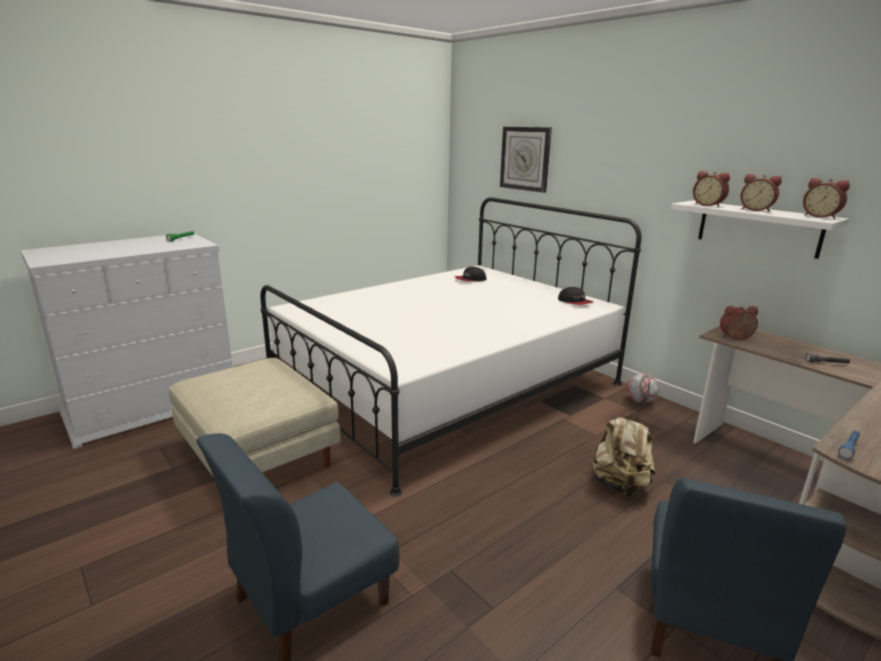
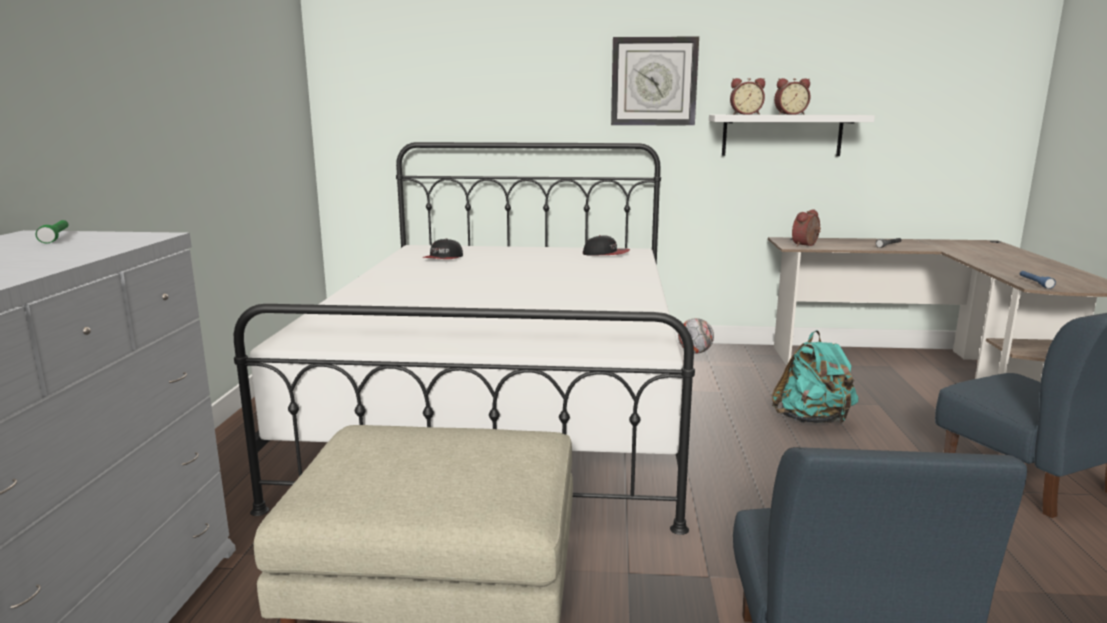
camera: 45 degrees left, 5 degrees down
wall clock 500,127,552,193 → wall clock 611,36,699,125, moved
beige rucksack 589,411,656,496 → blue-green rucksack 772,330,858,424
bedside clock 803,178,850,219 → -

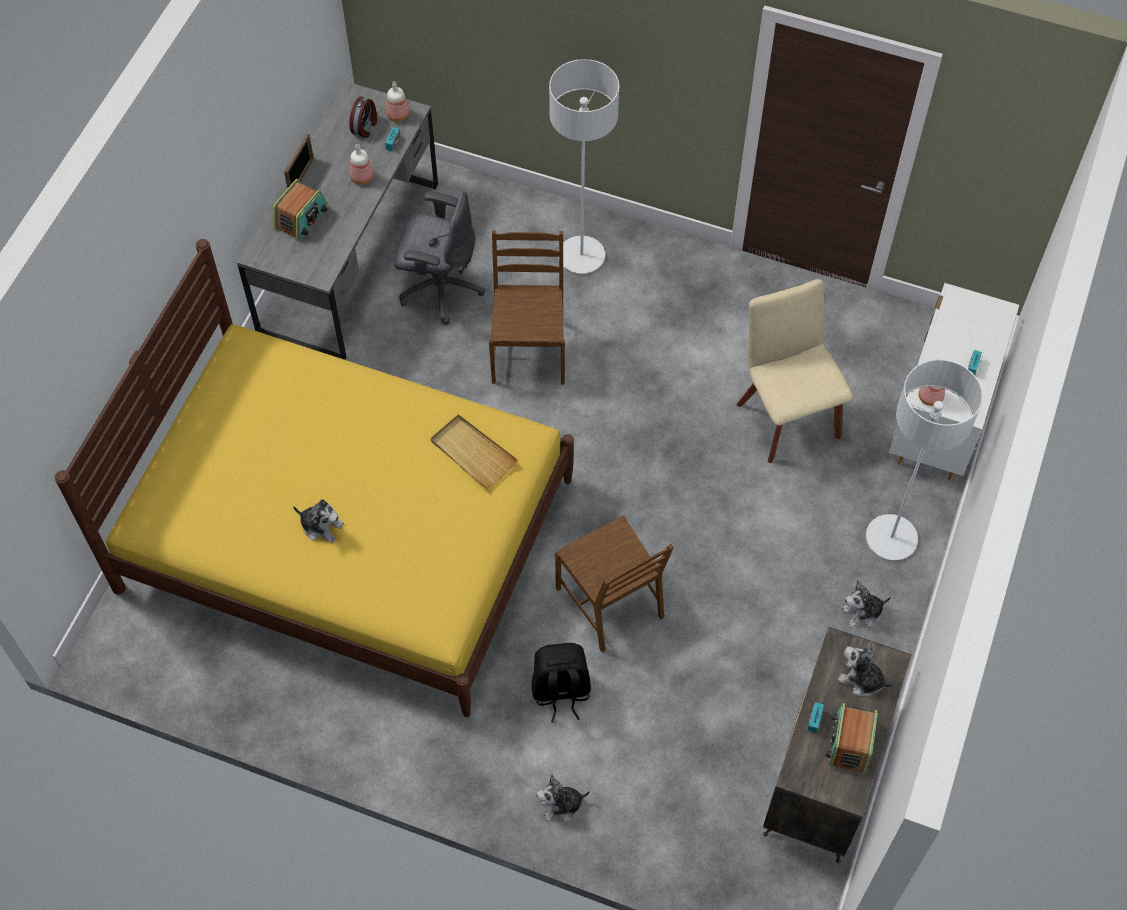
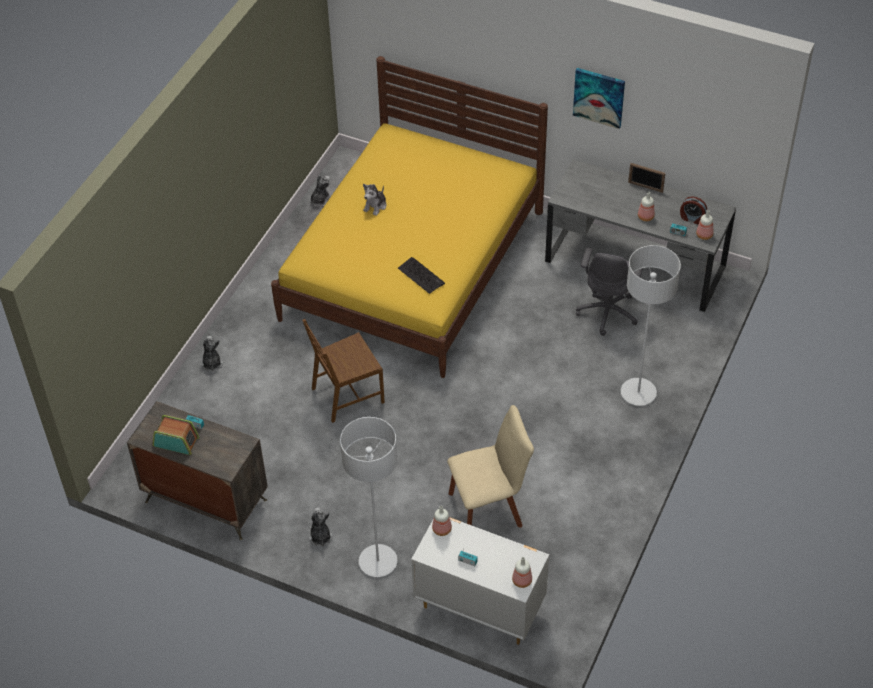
camera: 95 degrees right, 10 degrees down
plush toy 838,641,893,697 → plush toy 310,175,332,207, moved
beige tray 431,414,518,489 → PC keyboard 398,257,445,294
- → bottle 512,557,532,588
- → wall picture 573,68,625,129
radio receiver 273,179,328,242 → -
brown-coloured chair 489,230,565,384 → -
black rucksack 531,643,591,723 → -

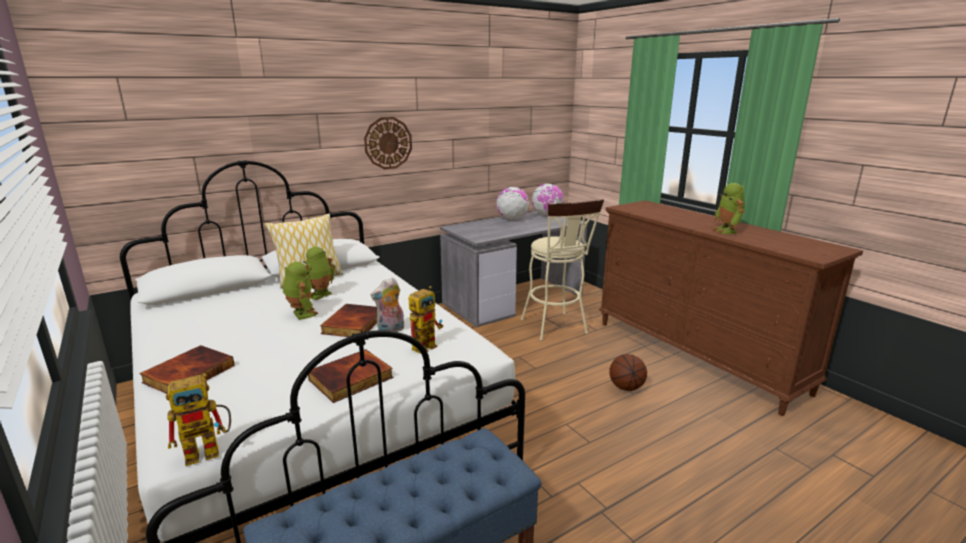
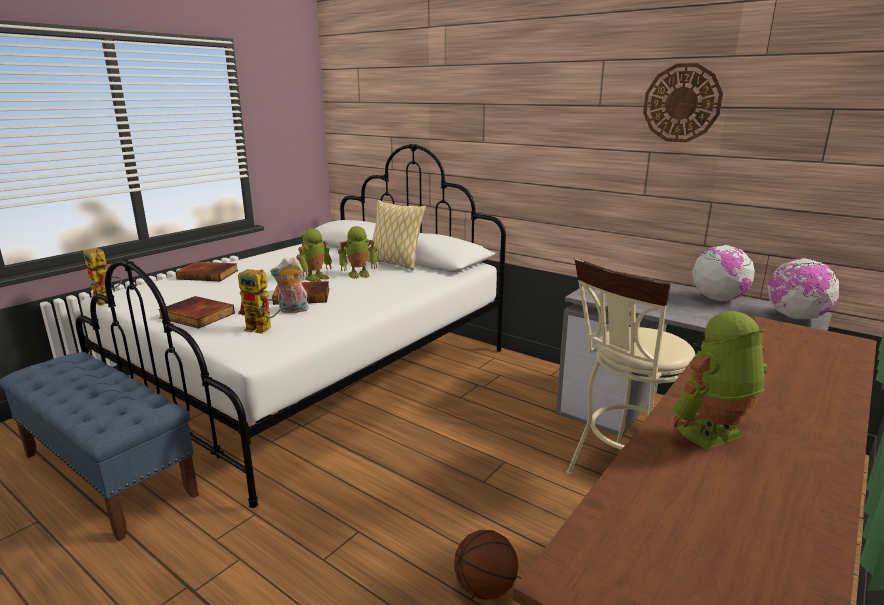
camera: 70 degrees right, 0 degrees up
plush toy 371,277,404,332 → plush toy 270,257,310,314, 45 degrees counterclockwise
model robot 303,247,335,300 → model robot 338,226,378,279, 150 degrees clockwise
wall clock 364,117,412,169 → wall clock 643,63,723,142, moved

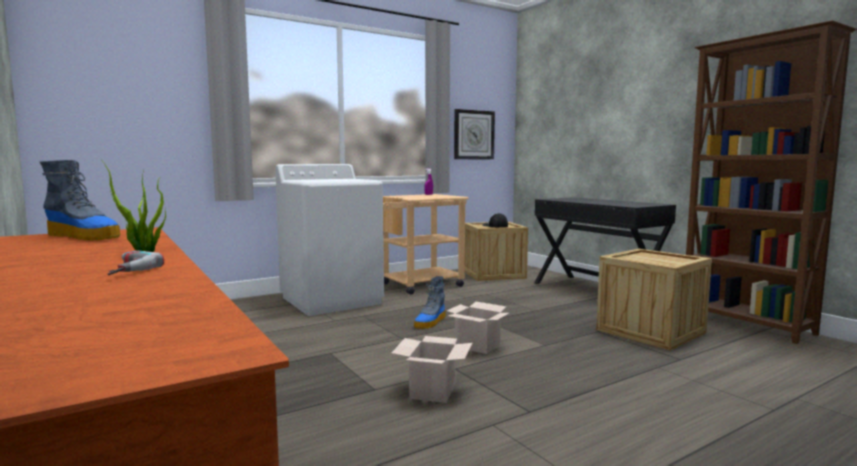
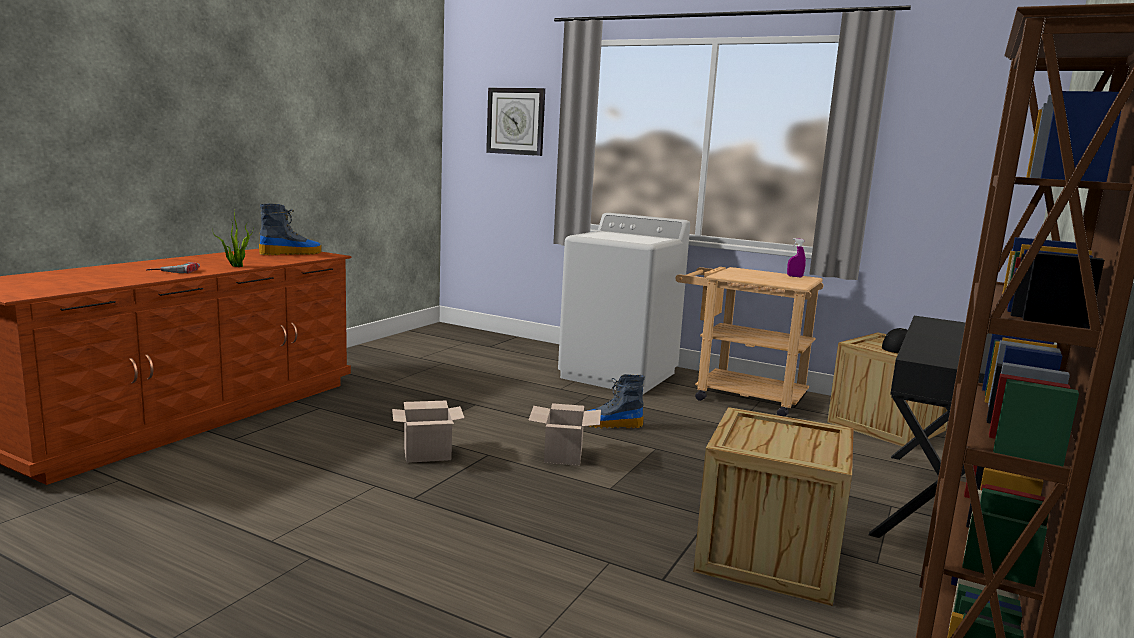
camera: 60 degrees right, 5 degrees up
boot 40,160,121,241 → boot 259,204,322,255, 120 degrees counterclockwise
wall clock 454,109,495,159 → wall clock 486,88,545,156, moved

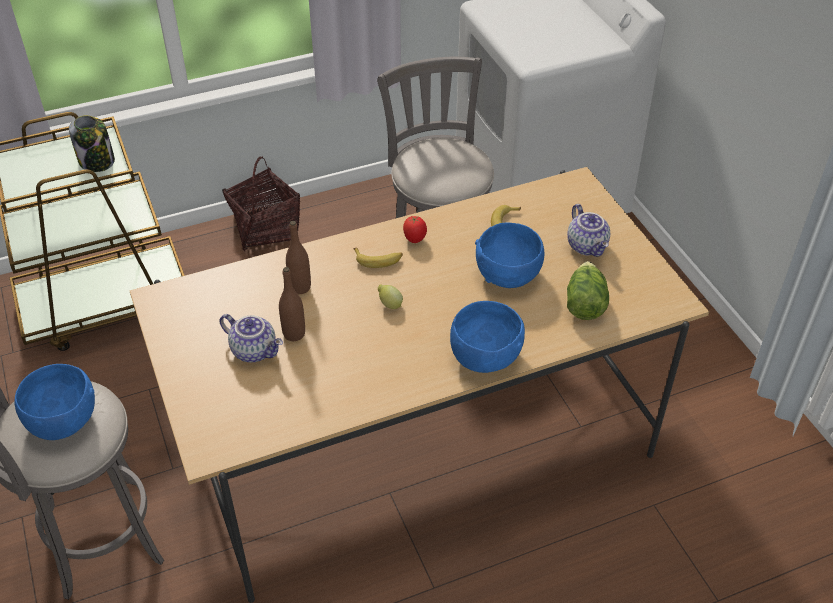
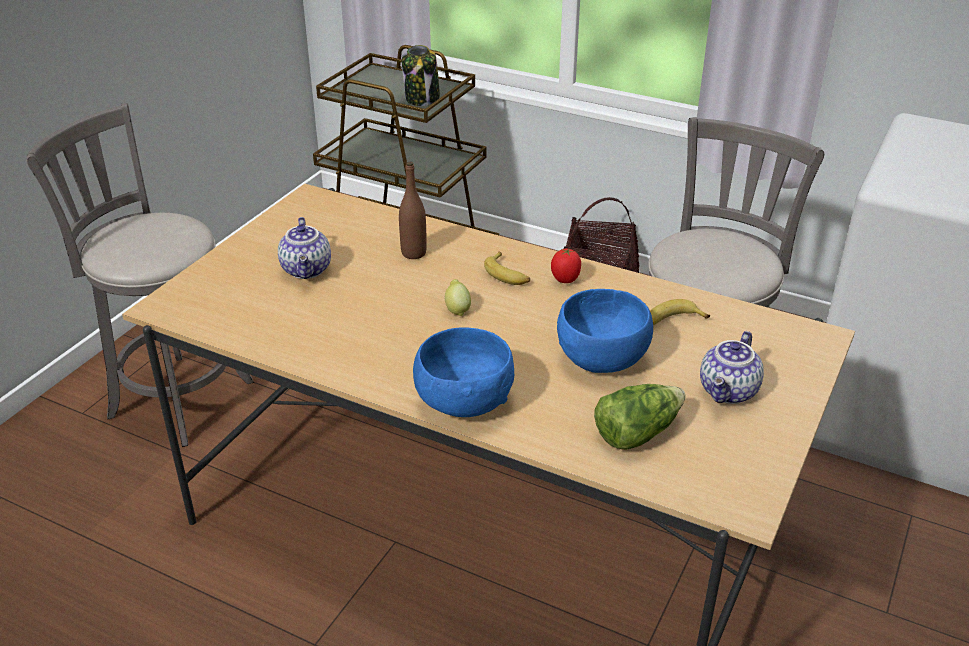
camera: 50 degrees right, 10 degrees down
blue-coloured bowl 15,364,95,440 → -
brown-coloured bottle 279,267,305,341 → -

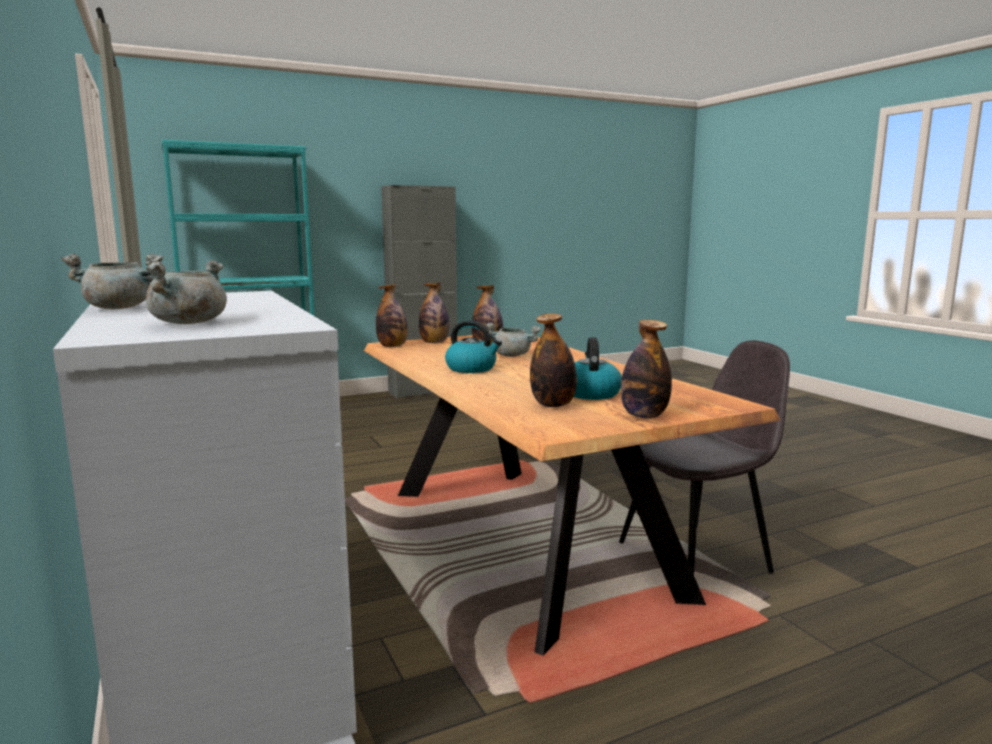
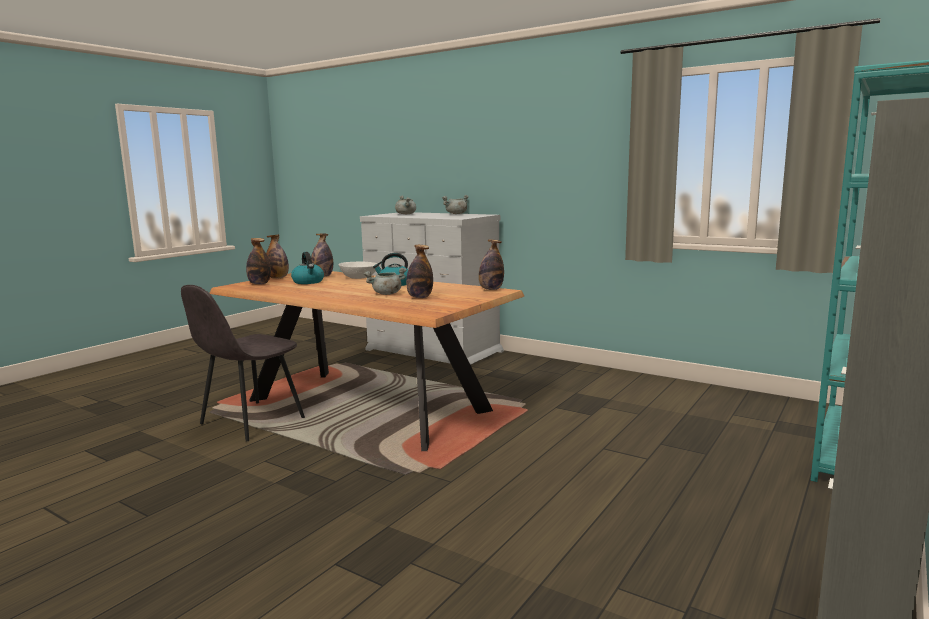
camera: 150 degrees right, 0 degrees up
bottle 419,283,450,343 → bottle 246,238,271,285, moved
- → white bowl 338,262,378,279

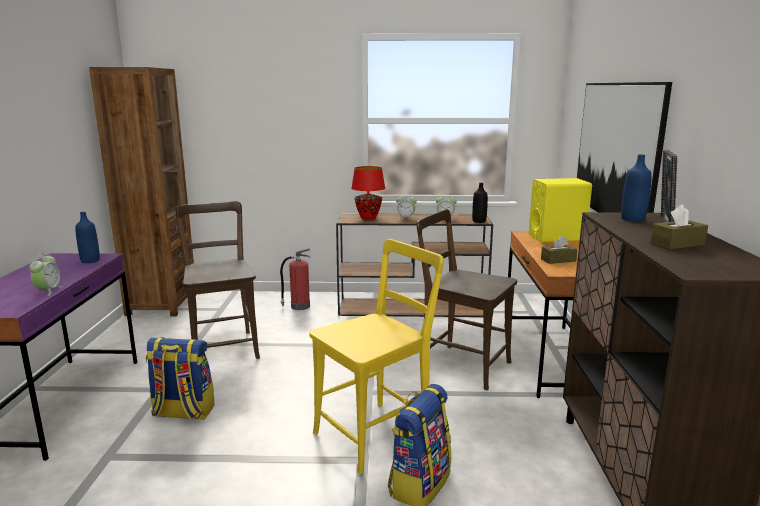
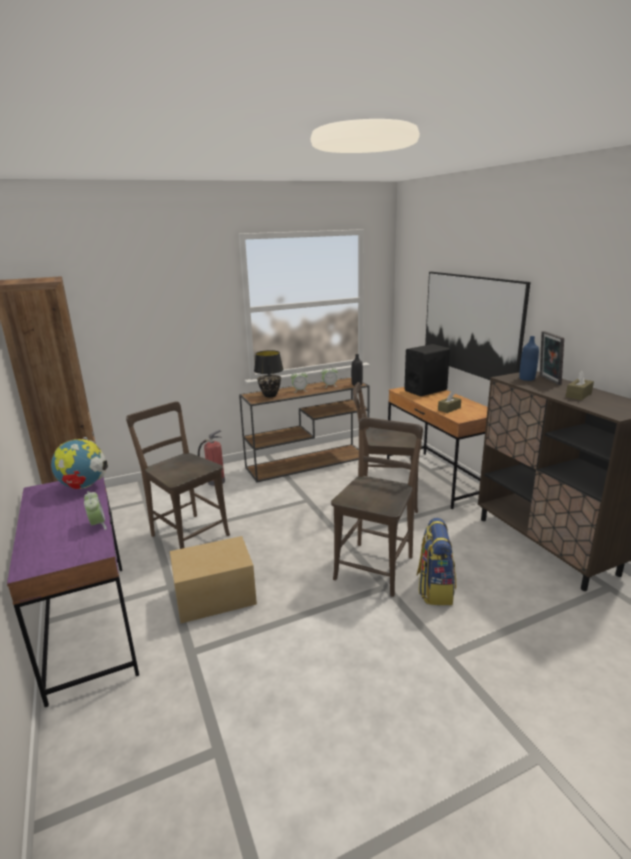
camera: 25 degrees left, 5 degrees up
blue-coloured bottle 75,212,100,263 → globe 51,437,108,489
rucksack 146,338,215,420 → carton 170,536,257,623
red tabletop lamp 351,166,385,220 → black tabletop lamp 254,350,283,398
yellow-coloured chair 309,239,444,474 → brown-coloured chair 331,417,423,597
yellow-coloured loudspeaker 529,178,592,243 → black loudspeaker 404,344,450,396

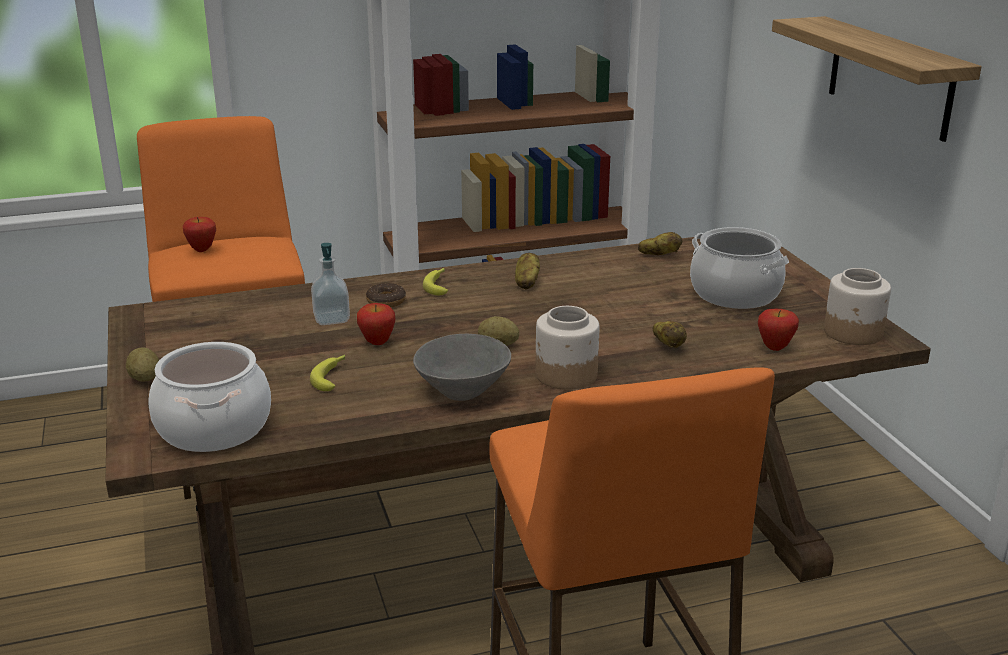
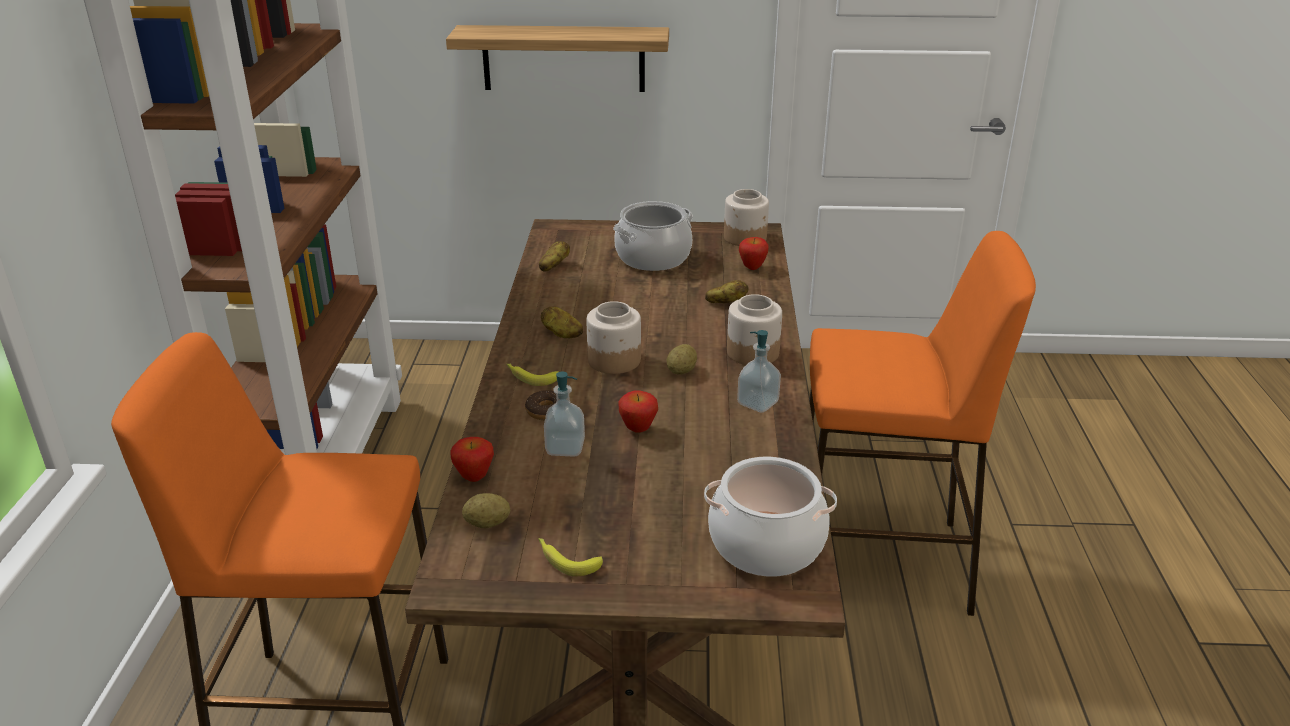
camera: 70 degrees left, 5 degrees up
whole apple 183,217,216,252 → whole apple 450,437,494,482, moved
whole potato 126,347,159,382 → whole potato 462,493,510,528, moved
whole banana 310,355,345,391 → whole banana 538,538,603,576, moved
- → preserve jar 586,301,641,374
grey bowl 413,334,511,401 → liquid soap bottle 737,330,781,413

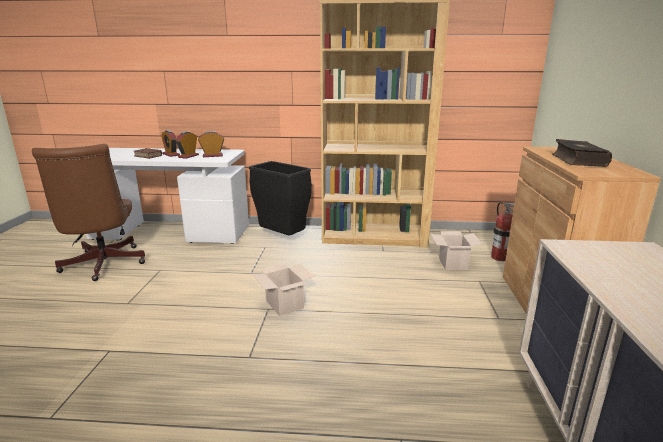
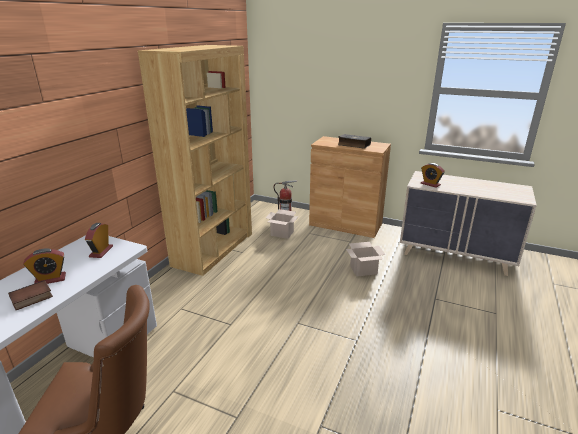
camera: 70 degrees left, 5 degrees up
carton 253,264,315,316 → carton 346,242,385,277, moved
bedside clock 176,131,199,159 → bedside clock 421,163,445,188, moved
black waste bin 249,161,312,235 → -

